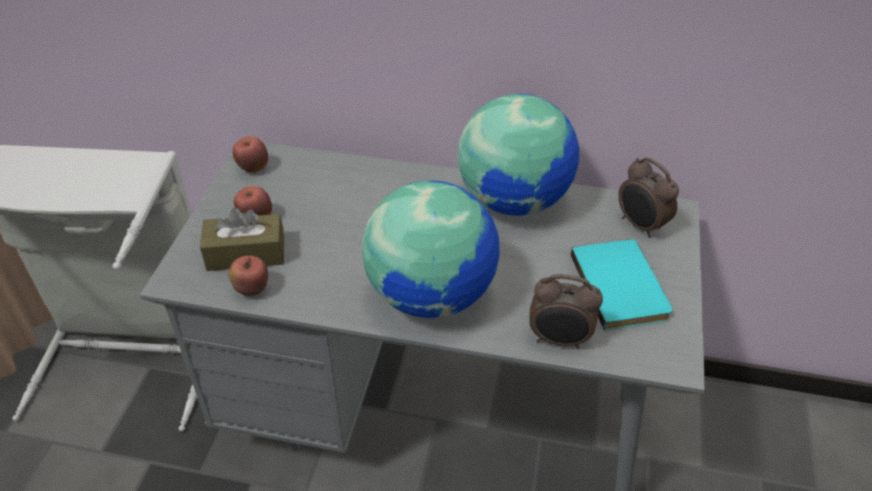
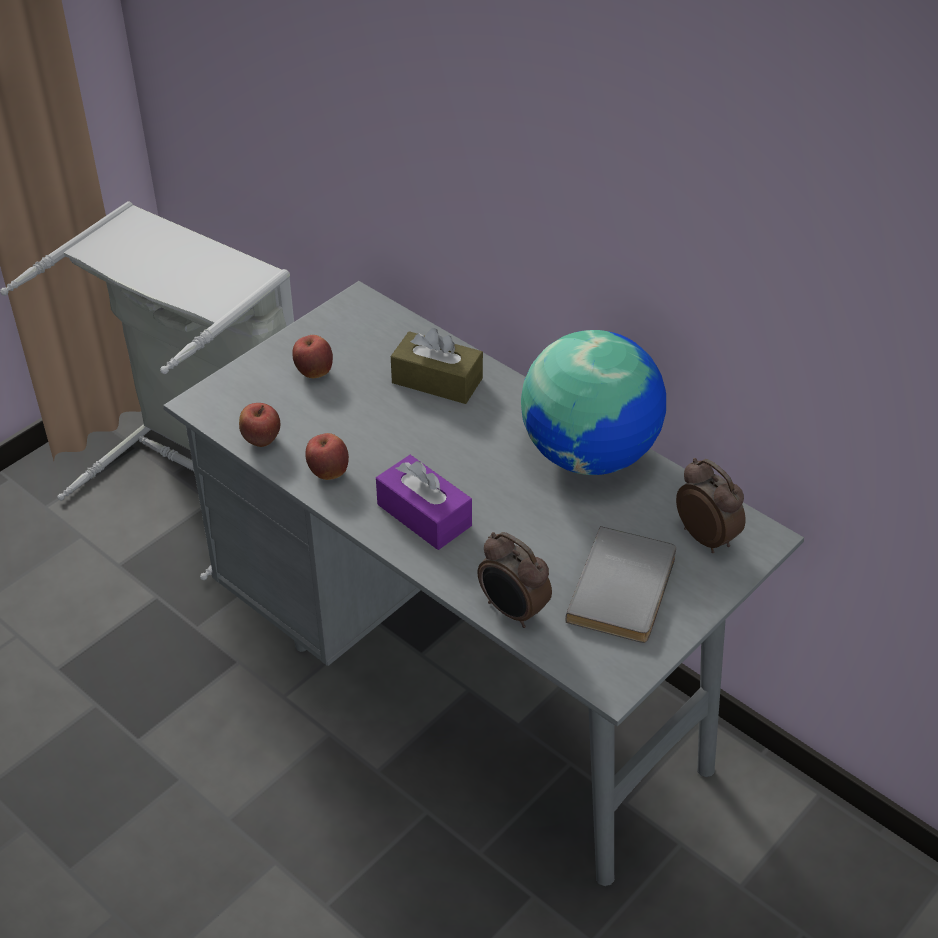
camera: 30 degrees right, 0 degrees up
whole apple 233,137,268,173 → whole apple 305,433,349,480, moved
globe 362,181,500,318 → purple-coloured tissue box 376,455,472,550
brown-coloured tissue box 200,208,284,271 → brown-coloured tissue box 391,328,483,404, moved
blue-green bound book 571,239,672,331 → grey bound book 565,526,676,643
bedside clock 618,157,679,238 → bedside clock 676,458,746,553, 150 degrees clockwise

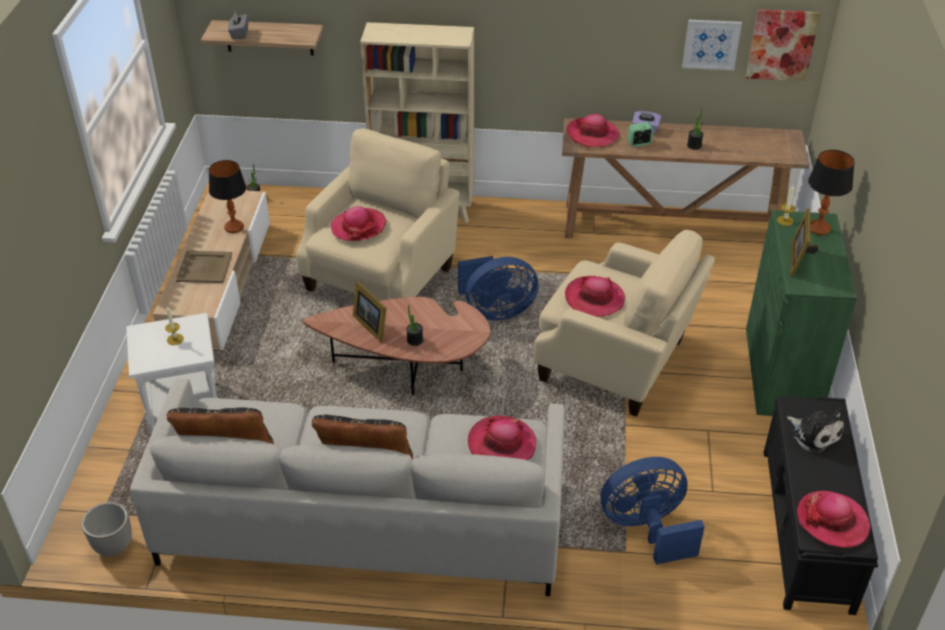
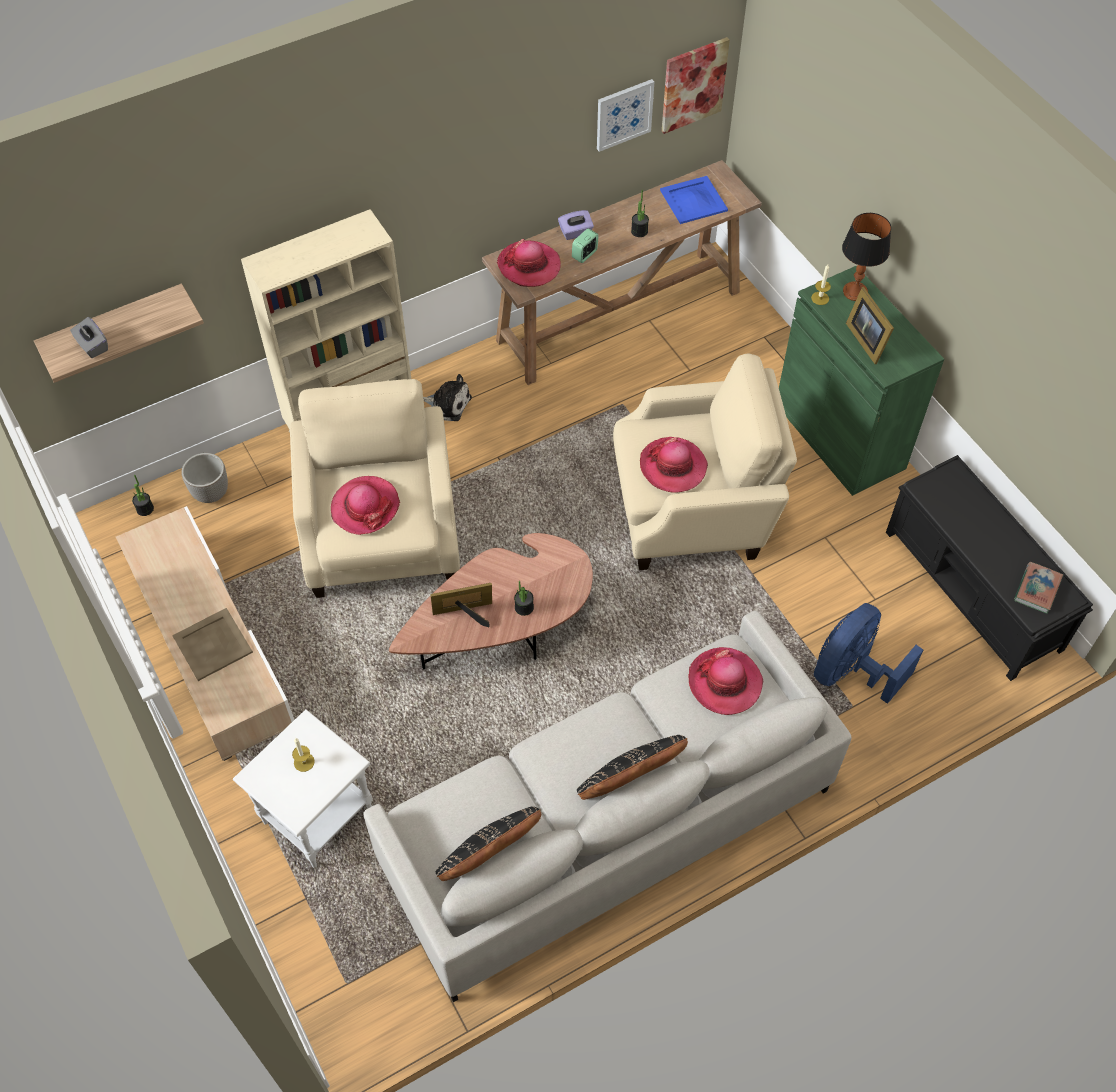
camera: 35 degrees left, 15 degrees up
flower pot 82,502,132,556 → flower pot 181,453,228,503, moved
plush toy 787,409,844,455 → plush toy 423,374,472,421, moved
picture frame 353,281,387,343 → picture frame 430,583,492,627, 150 degrees clockwise
- → blue-coloured tray 660,176,728,224
wearable hat 797,491,870,548 → bound book 1014,562,1063,614
tabletop lamp 209,160,246,233 → -
blue-coloured electric fan 458,256,538,321 → -

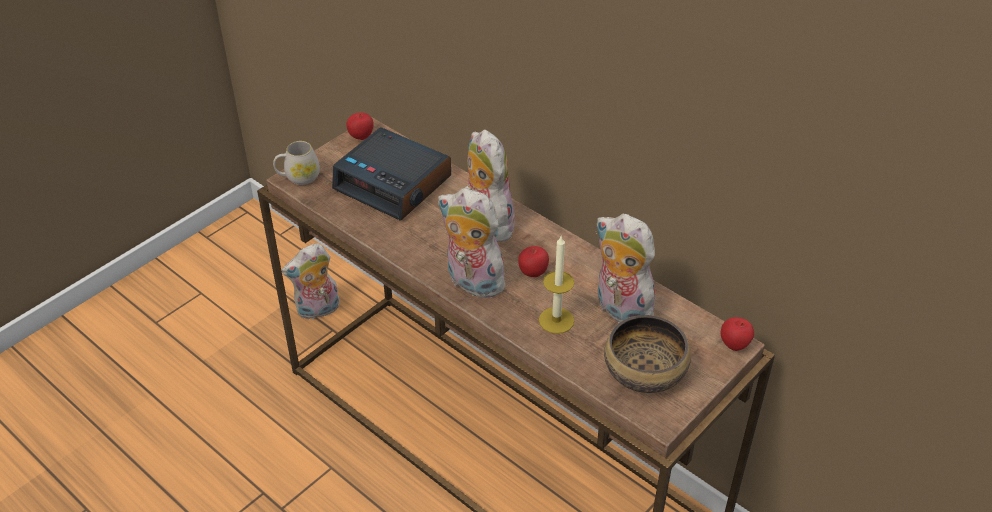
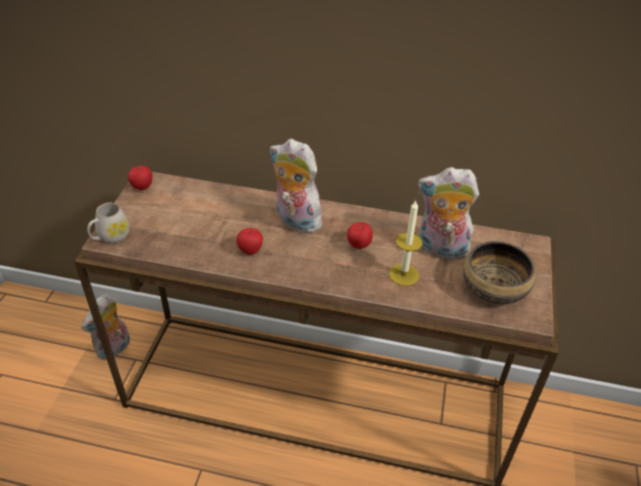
camera: 30 degrees left, 0 degrees up
whole apple 721,317,754,351 → whole apple 237,228,263,255, moved
bedside clock 332,127,451,220 → -
plush toy 438,188,508,298 → -

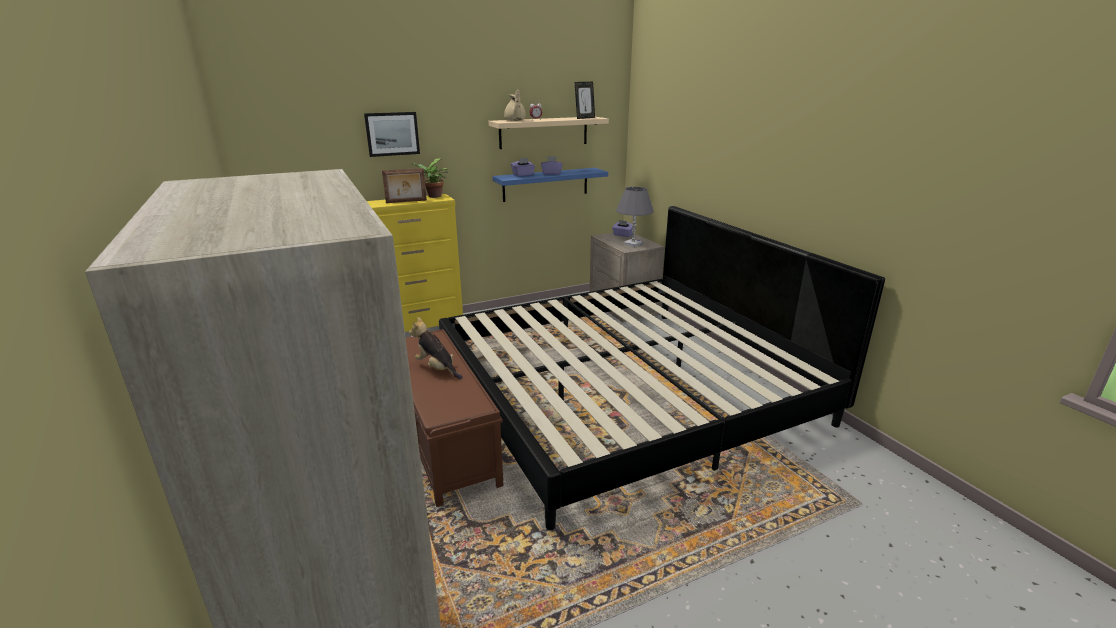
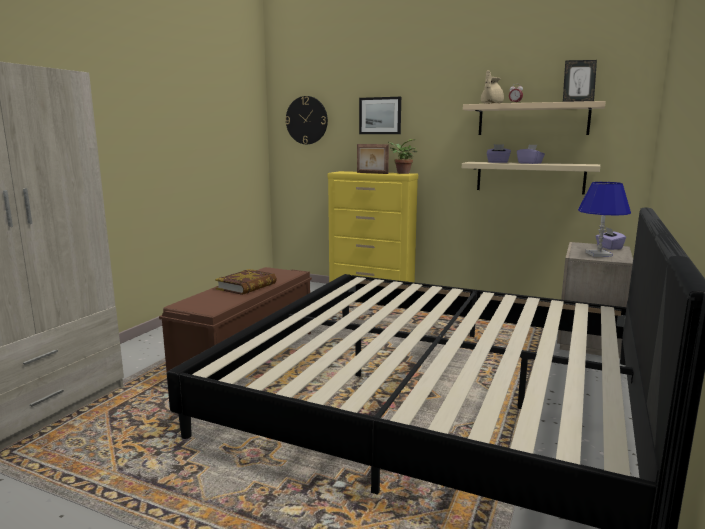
camera: 50 degrees right, 10 degrees down
plush toy 409,317,463,380 → bound book 215,269,277,295
- → wall clock 285,96,328,144
blue-coloured shelf 493,168,608,202 → beige shelf 462,162,600,194
grey tabletop lamp 616,187,654,247 → blue-coloured tabletop lamp 578,182,631,257

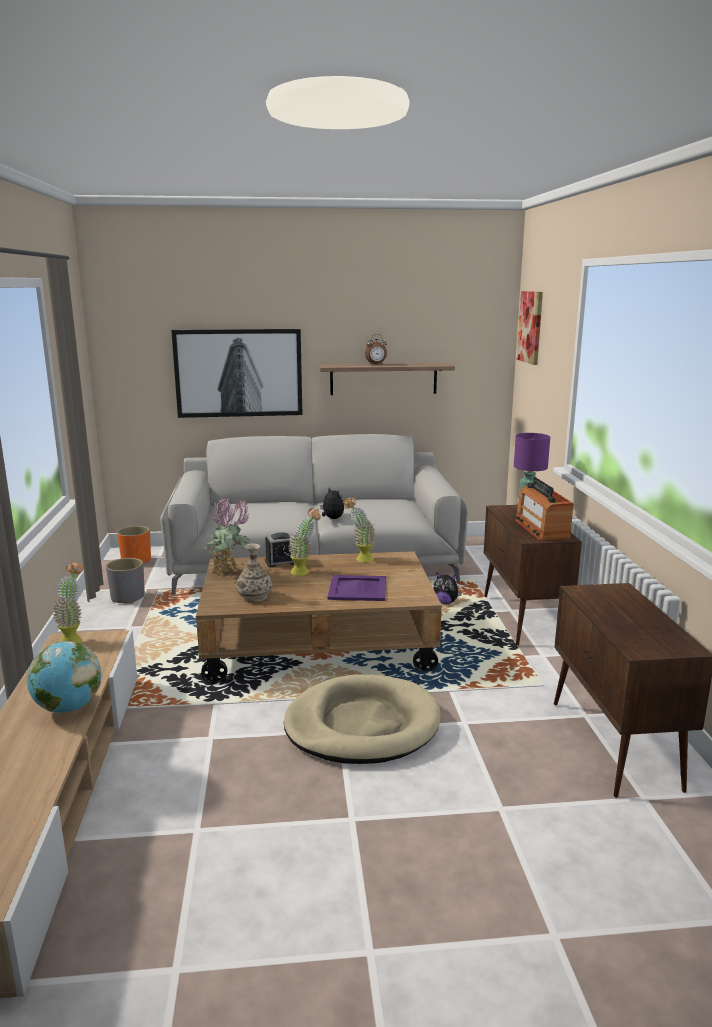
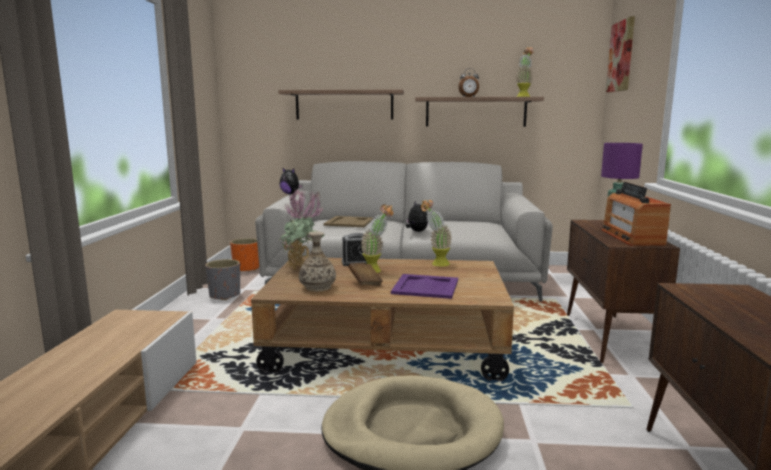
camera: 10 degrees right, 5 degrees down
wall picture 171,329,302,418 → shelf 278,90,404,120
plush toy 433,573,462,604 → plush toy 280,168,303,194, moved
- → beige tray 323,216,374,227
- → brown-coloured bound book 349,264,383,286
plant in a pot 52,562,83,643 → plant in a pot 516,47,534,97, moved
globe 27,641,101,713 → -

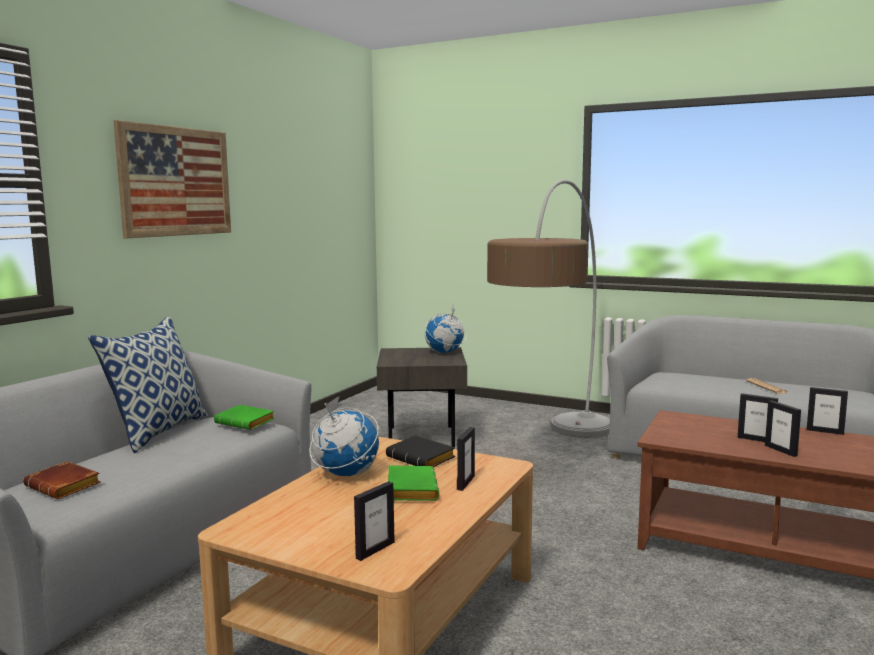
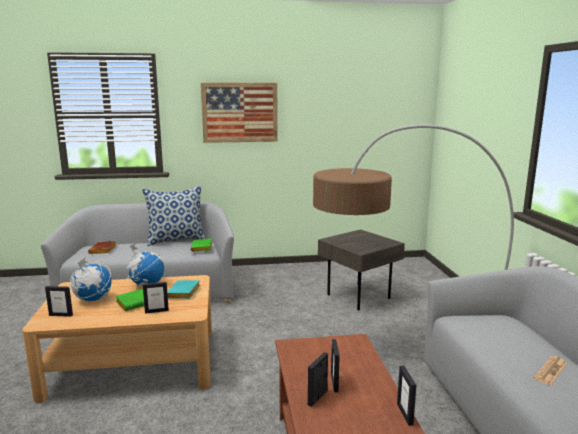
camera: 55 degrees right, 5 degrees up
globe 425,306,466,353 → globe 69,257,112,301, moved
black bound book 386,435,455,467 → blue-green bound book 167,280,200,299

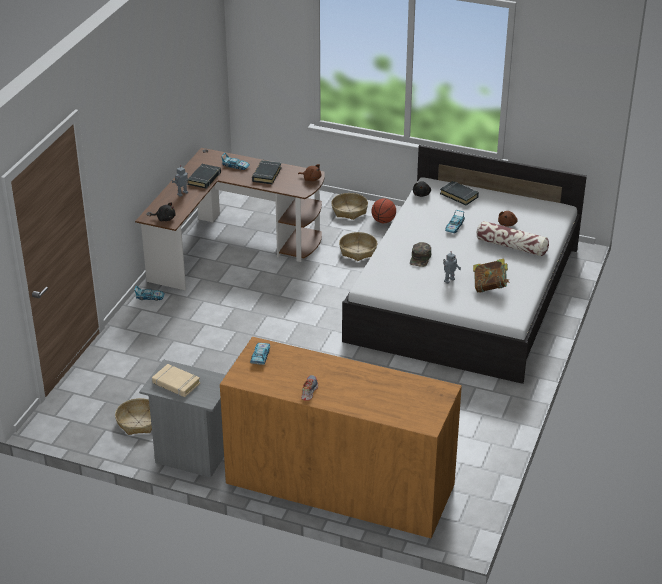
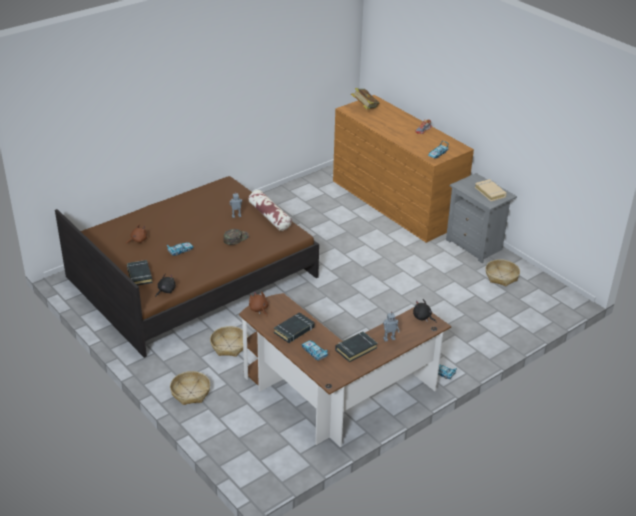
camera: 150 degrees left, 0 degrees up
white bed 342,145,587,384 → brown-coloured bed 55,176,319,358
cushion 477,221,549,256 → cushion 248,190,292,231, moved
bound book 473,258,510,293 → bound book 351,88,379,110, moved
basketball 371,199,396,223 → -

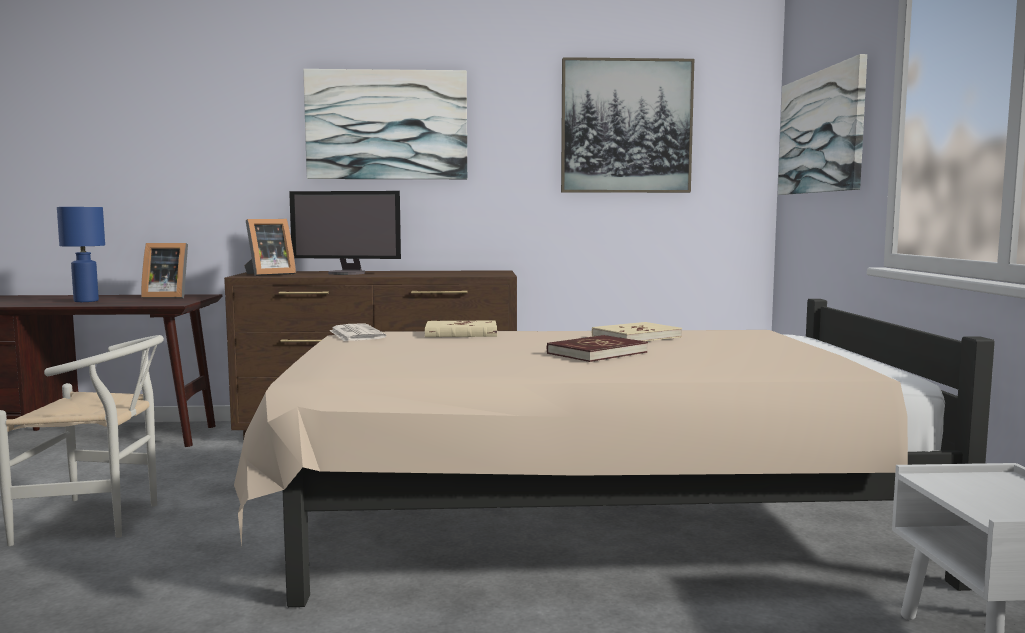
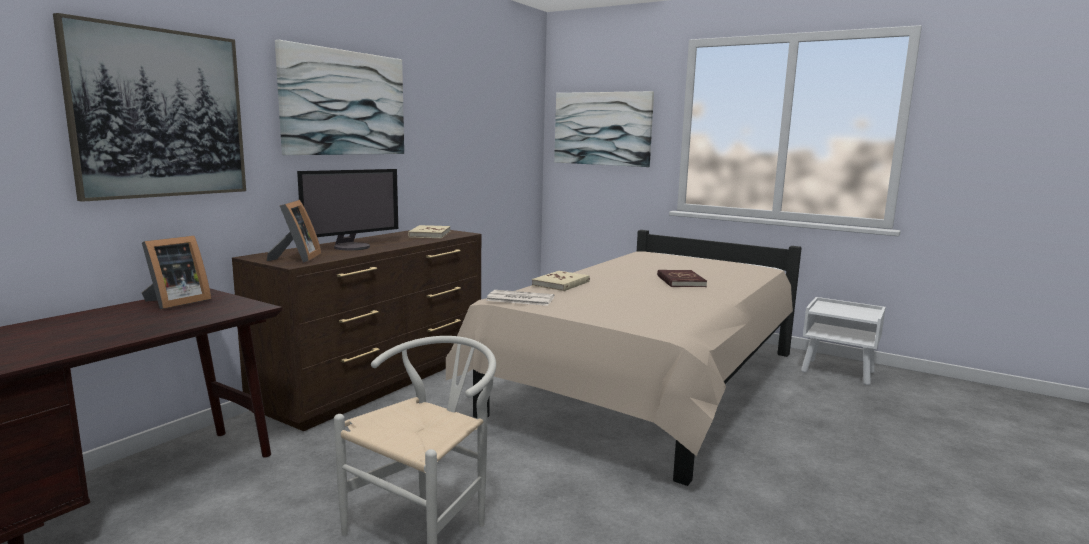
camera: 55 degrees left, 5 degrees up
wall picture 561,57,694,193 → wall picture 53,13,246,202, moved
beige bound book 592,322,682,341 → beige bound book 408,225,450,238, moved
blue-coloured tabletop lamp 57,207,105,302 → -

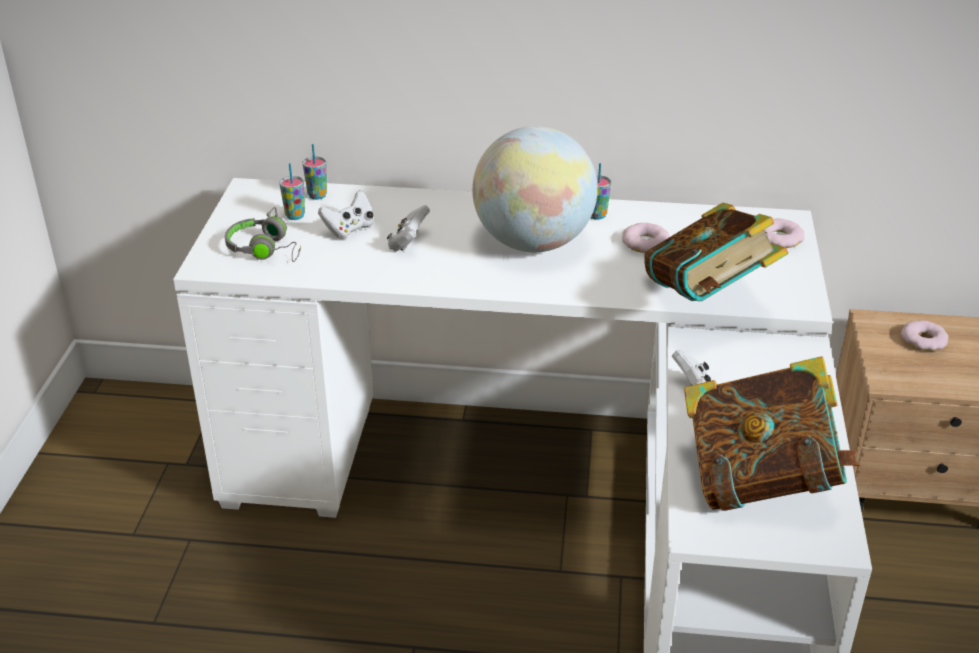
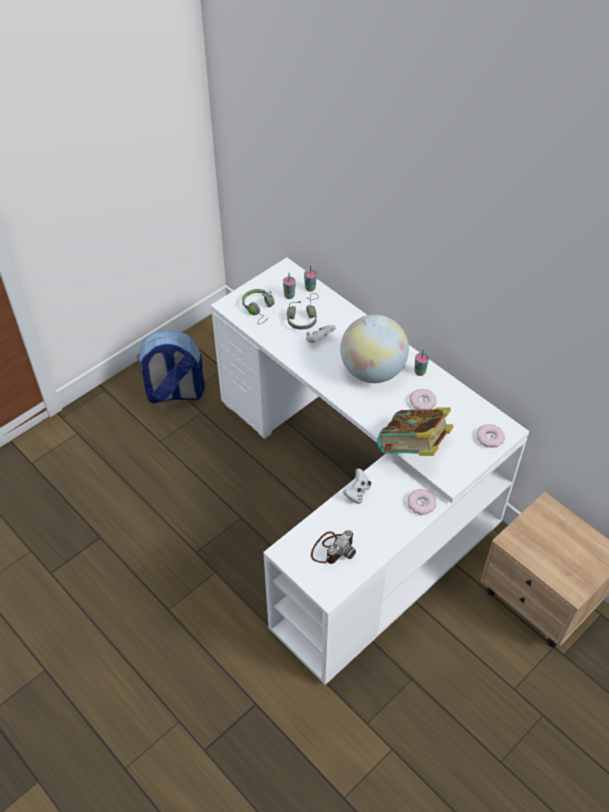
camera: 40 degrees right, 15 degrees up
- → rucksack 136,331,205,404
white gamepad 318,190,374,239 → grey headset 287,293,319,329
bound book 684,356,860,511 → still camera 311,530,356,564
ring doughnut 901,320,949,351 → ring doughnut 407,489,437,515, moved

